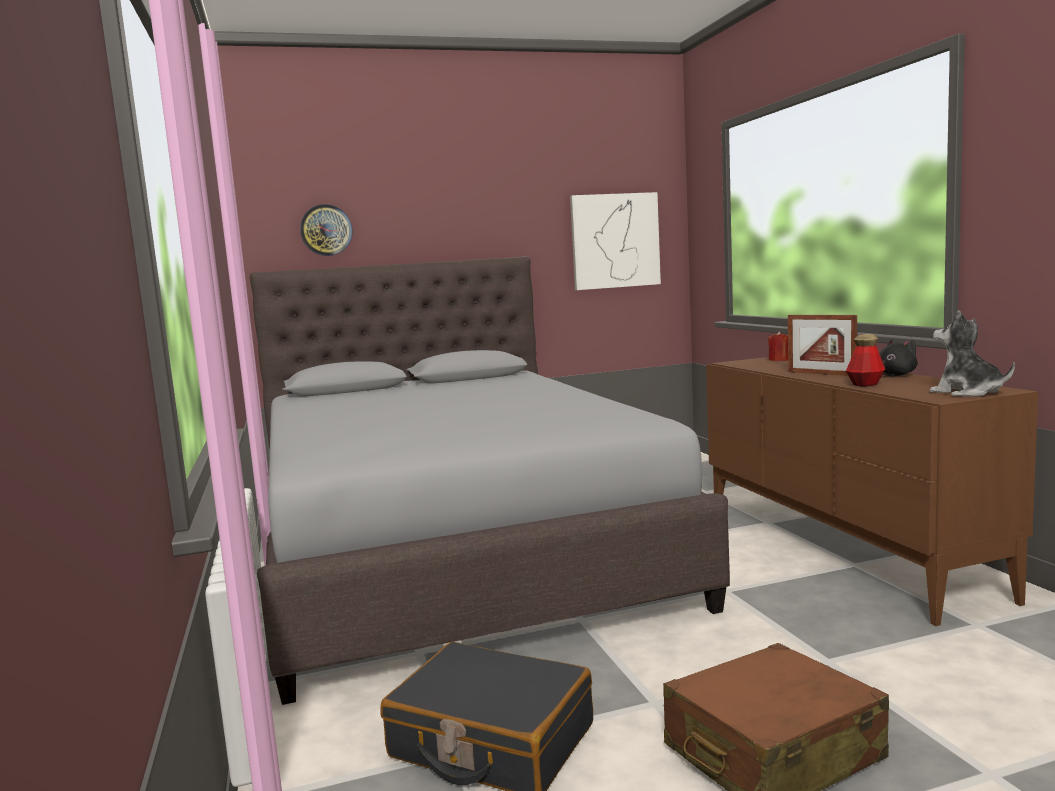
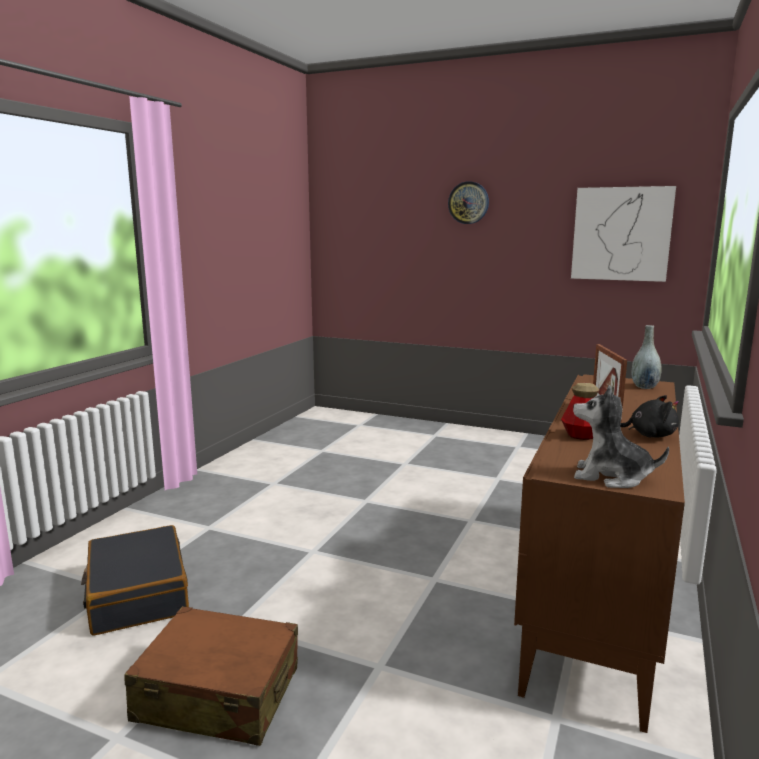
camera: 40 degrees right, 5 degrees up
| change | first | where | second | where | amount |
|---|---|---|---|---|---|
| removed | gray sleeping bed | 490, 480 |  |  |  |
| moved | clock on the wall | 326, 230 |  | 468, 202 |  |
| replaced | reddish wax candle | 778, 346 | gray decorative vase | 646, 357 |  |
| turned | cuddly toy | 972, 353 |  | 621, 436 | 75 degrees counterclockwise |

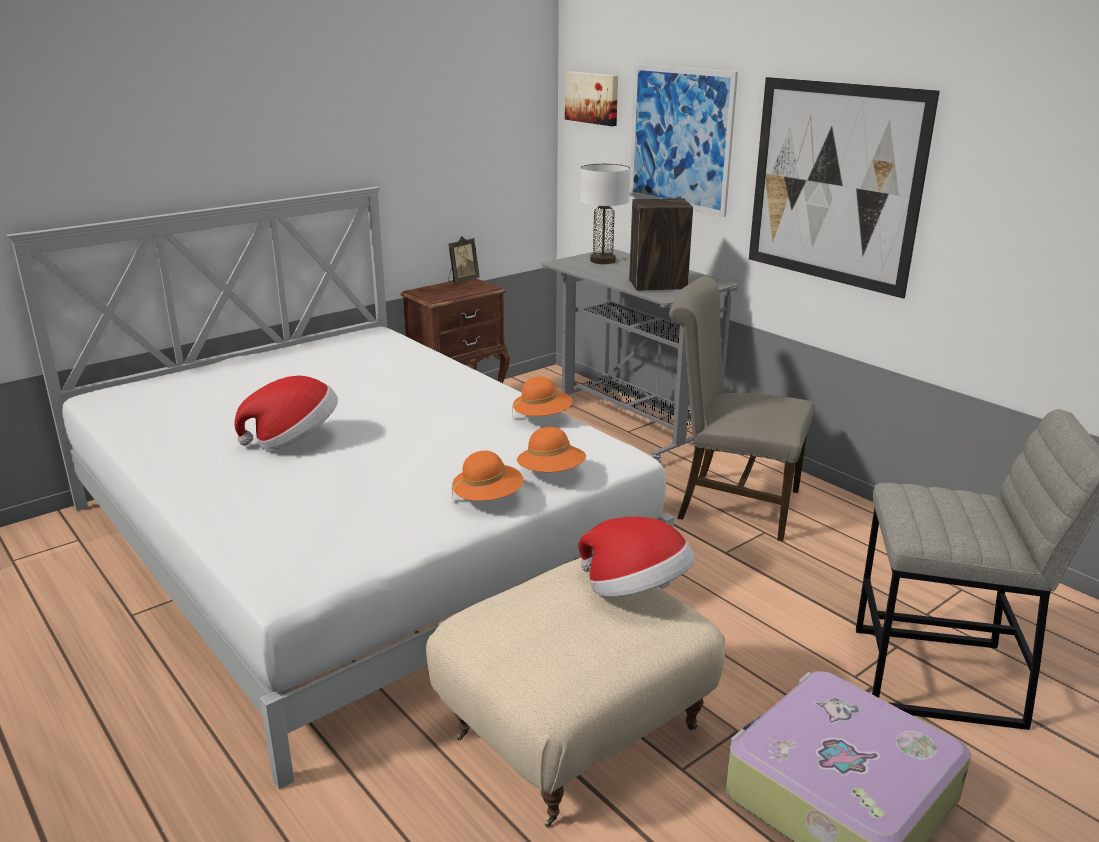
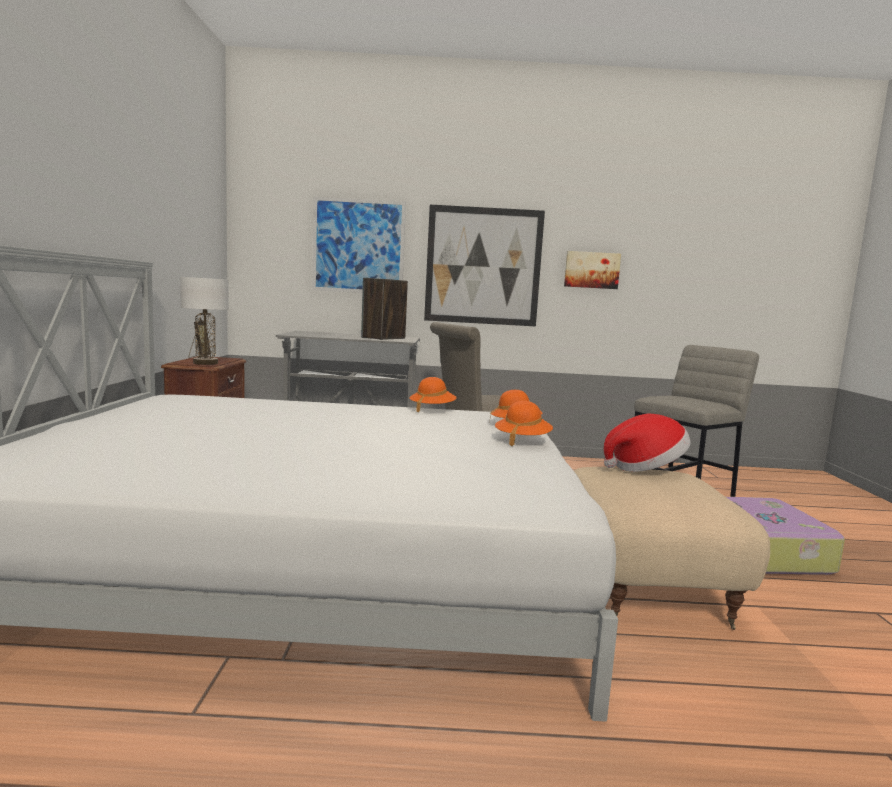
camera: 50 degrees left, 15 degrees down
| change | first | where | second | where | amount |
|---|---|---|---|---|---|
| removed | hat | 286, 412 |  |  |  |
| moved | picture | 591, 98 |  | 592, 270 |  |
| moved | table lamp | 605, 214 |  | 204, 321 |  |

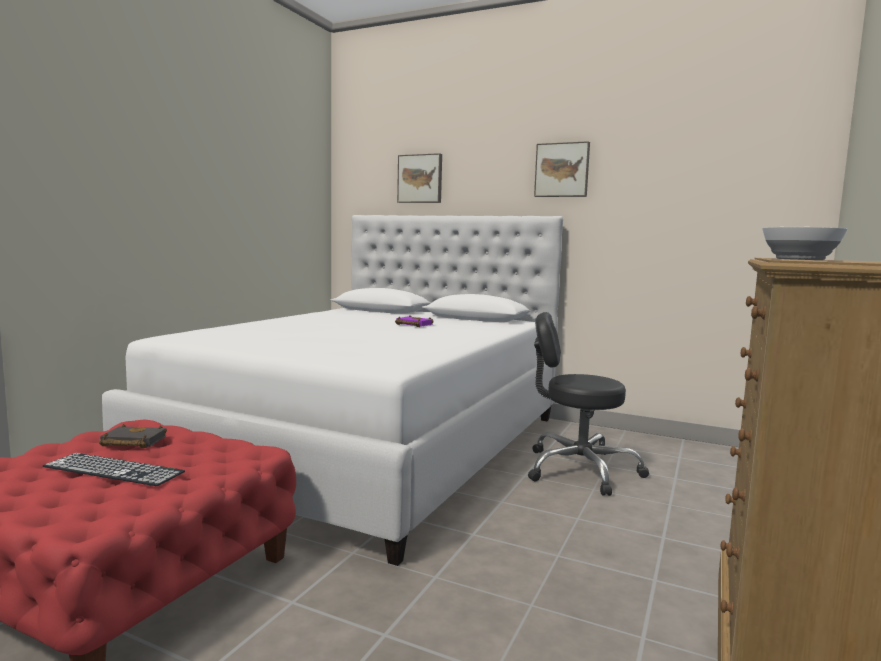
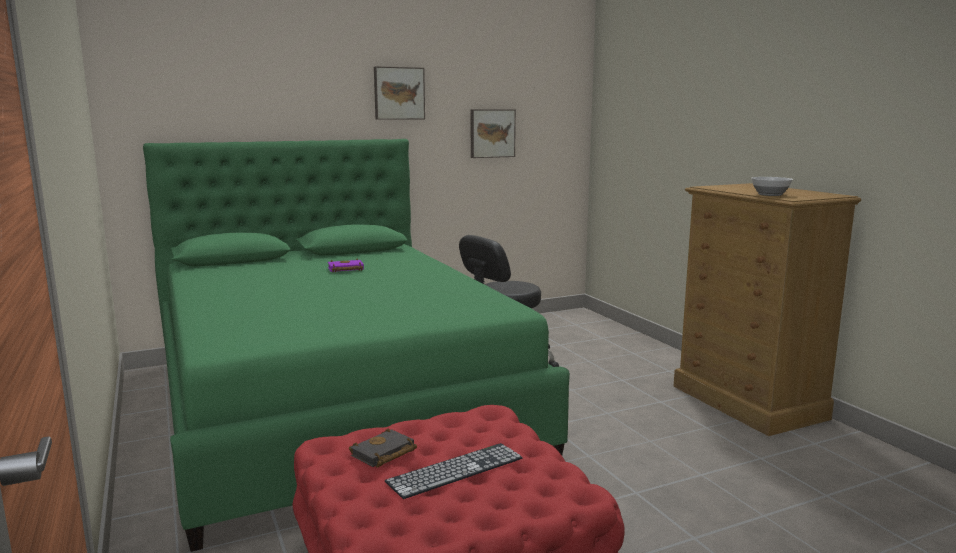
camera: 50 degrees left, 5 degrees up
| change | first | where | second | where | amount |
|---|---|---|---|---|---|
| moved | picture | 419, 178 |  | 493, 133 |  |
| recoloured | white sleeping bed | 332, 390 | green-coloured sleeping bed | 356, 345 |  |

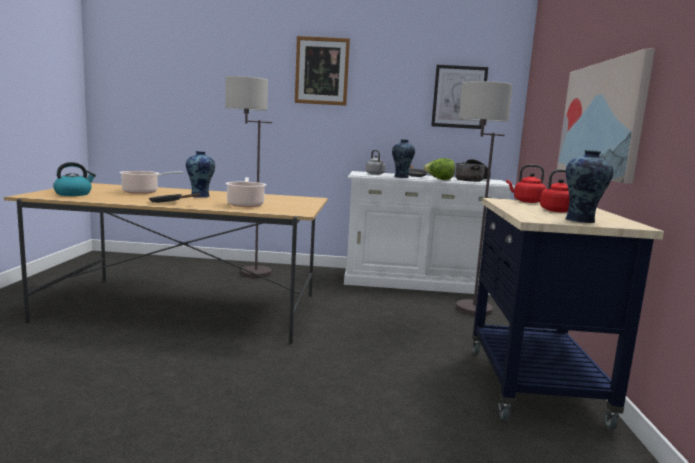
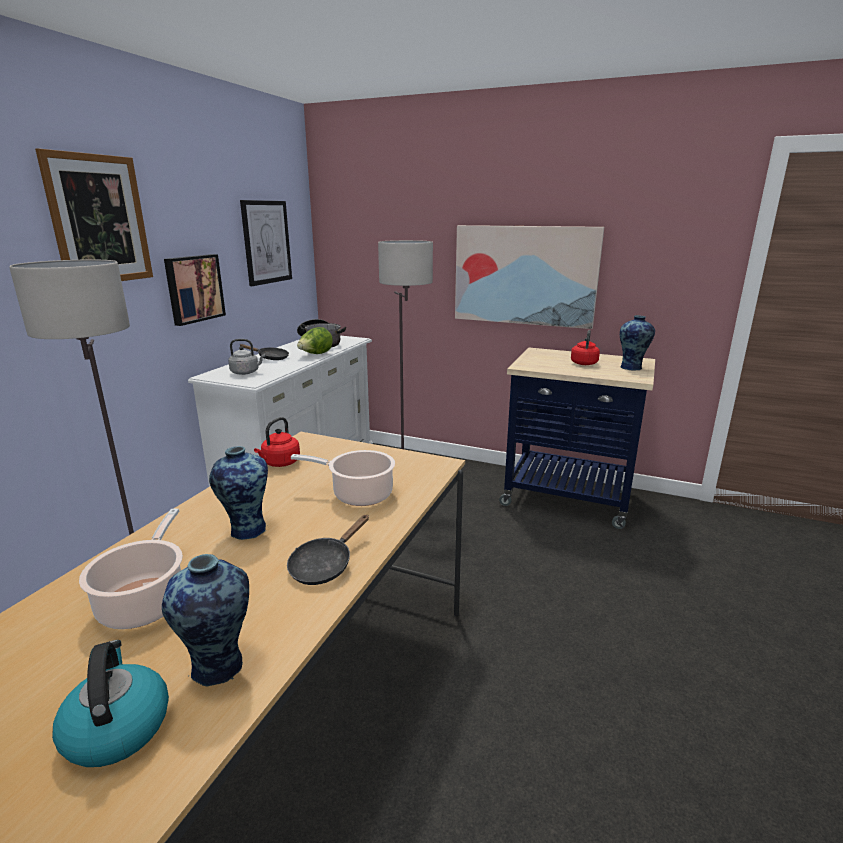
camera: 70 degrees left, 10 degrees up
| change | first | where | second | where | amount |
|---|---|---|---|---|---|
| added |  |  | picture | 195, 290 |  |
| moved | decorative vase | 403, 158 |  | 205, 620 |  |
| moved | reddish tea kettle | 526, 184 |  | 277, 442 |  |

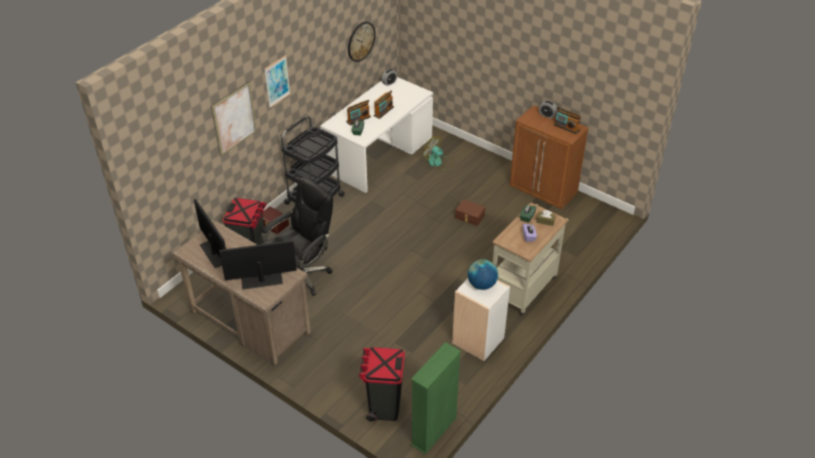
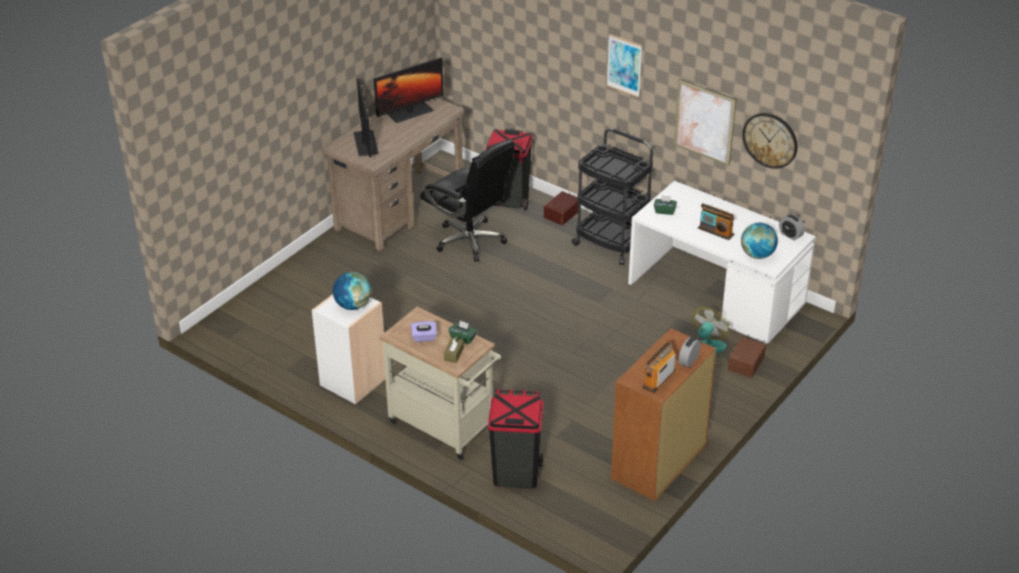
camera: 90 degrees right, 5 degrees down
| change | first | where | second | where | amount |
|---|---|---|---|---|---|
| removed | radio | 358, 113 |  |  |  |
| removed | green-coloured bookcase | 436, 398 |  |  |  |
| added |  |  | world globe | 759, 241 |  |
| moved | picture | 234, 118 |  | 705, 122 |  |
| moved | black-coloured trash can | 382, 384 |  | 515, 439 |  |
| moved | brown storage box | 470, 212 |  | 747, 357 |  |

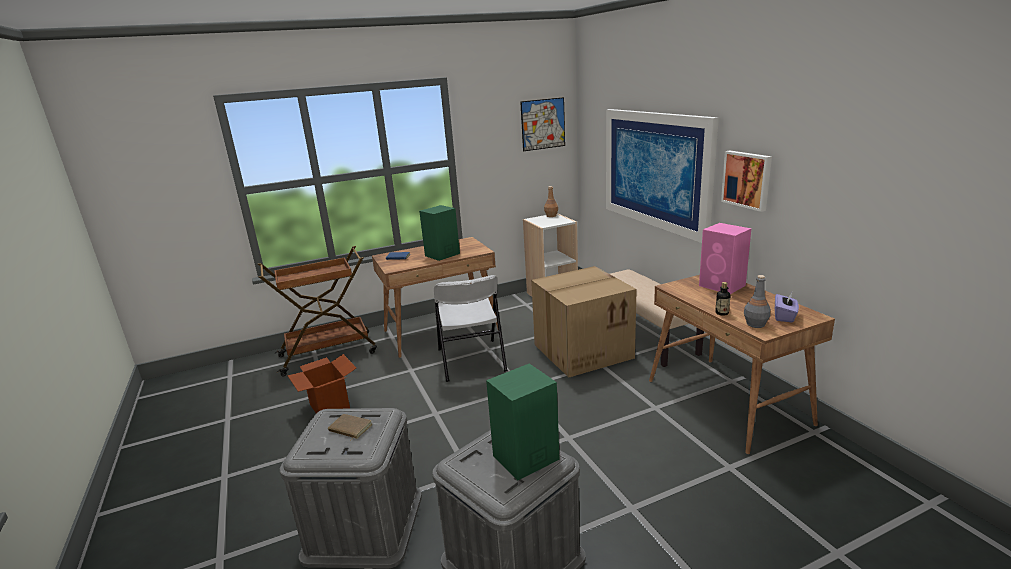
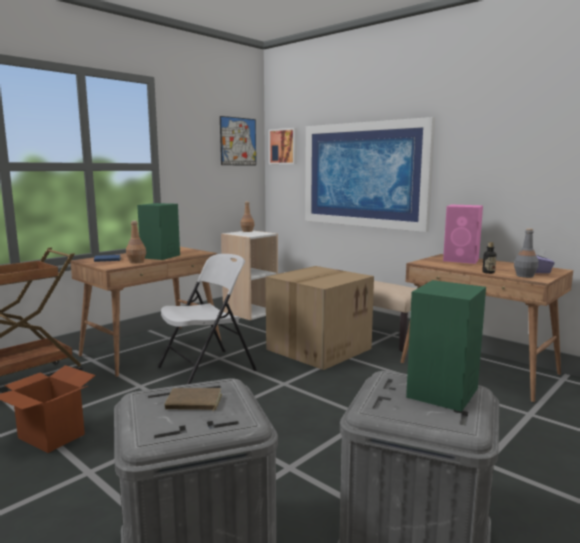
camera: 25 degrees left, 10 degrees down
| change | first | where | second | where | amount |
|---|---|---|---|---|---|
| added |  |  | brown drink bottle | 136, 242 |  |
| moved | picture | 746, 181 |  | 283, 146 |  |
| turned | white chair | 471, 328 |  | 207, 319 | 90 degrees counterclockwise |

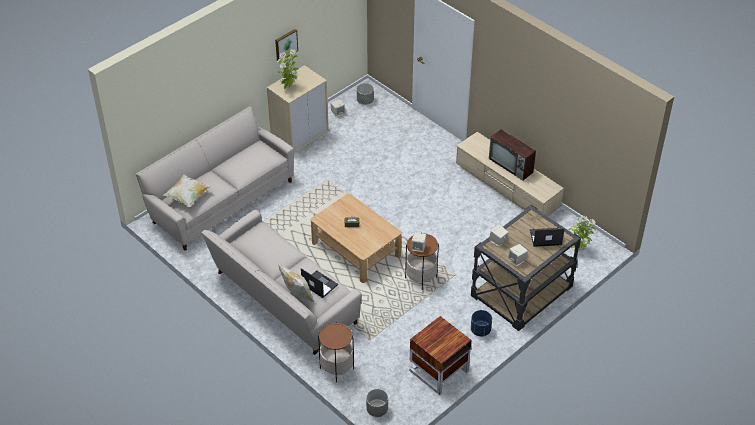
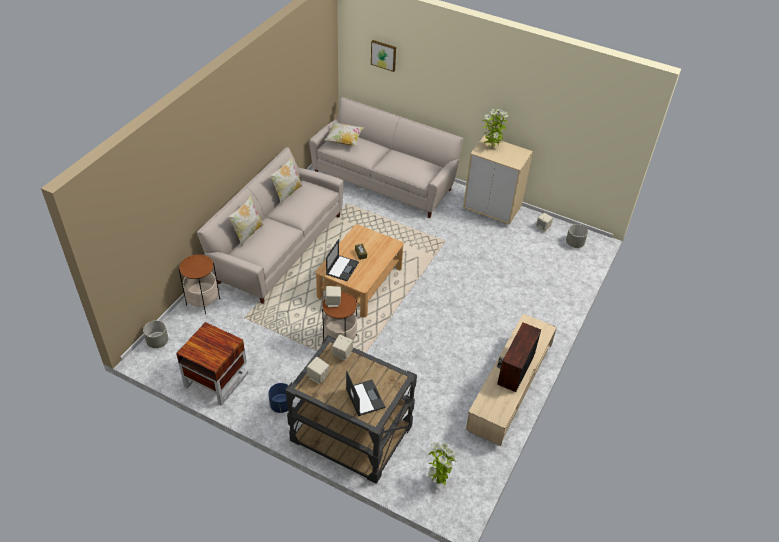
camera: 70 degrees right, 0 degrees up
| change | first | where | second | where | amount |
|---|---|---|---|---|---|
| added |  |  | throw pillow | 286, 180 |  |
| moved | picture | 286, 45 |  | 383, 56 |  |
| moved | notebook computer | 319, 283 |  | 342, 260 |  |

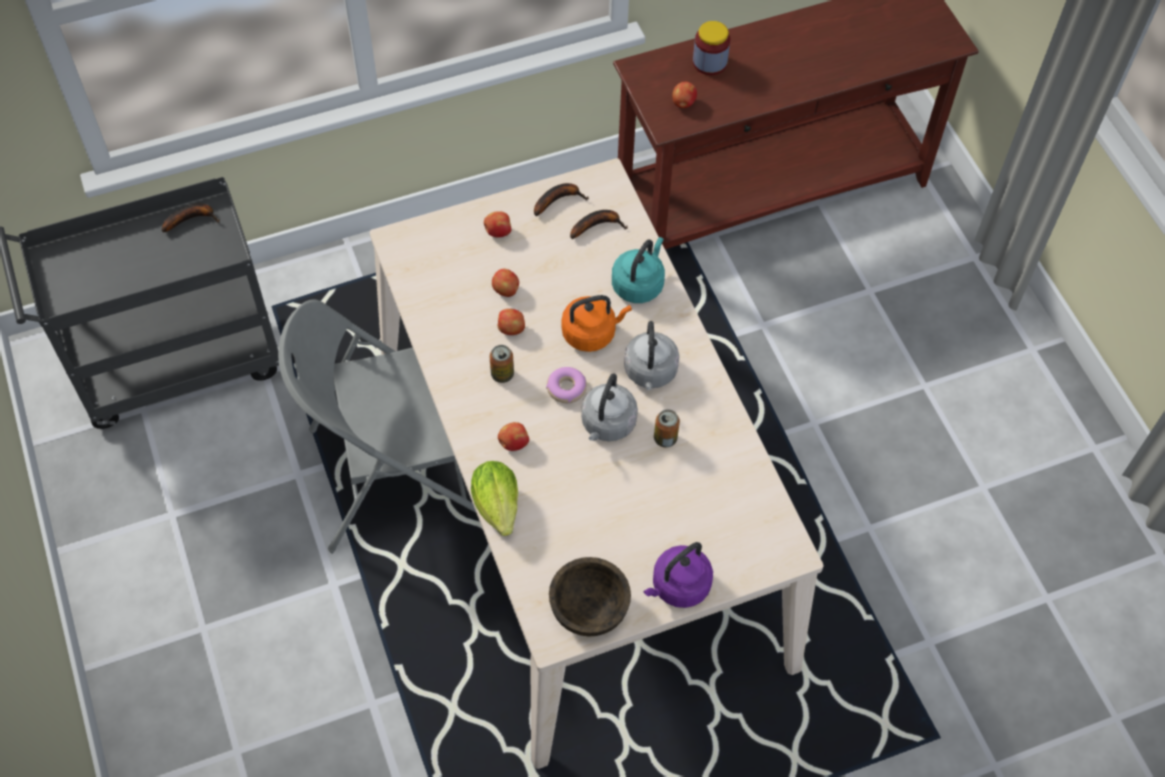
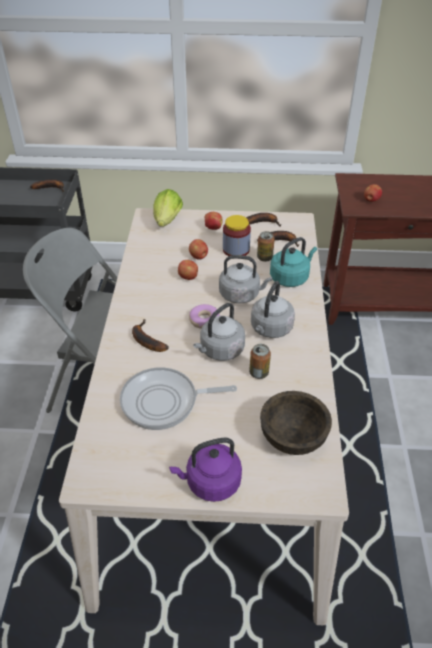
camera: 25 degrees right, 15 degrees down
| change | first | where | second | where | amount |
|---|---|---|---|---|---|
| added |  |  | pan | 178, 398 |  |
| moved | head of lettuce | 494, 498 |  | 168, 208 |  |
| moved | metal can | 501, 364 |  | 266, 246 |  |
| moved | brown bowl | 590, 596 |  | 296, 423 |  |
| moved | storage jar | 711, 48 |  | 237, 235 |  |
| replaced | whole apple | 513, 436 | banana fruit | 150, 335 |  |
| recoloured | orange-coloured tea kettle | 597, 323 | gray tea kettle | 245, 279 |  |

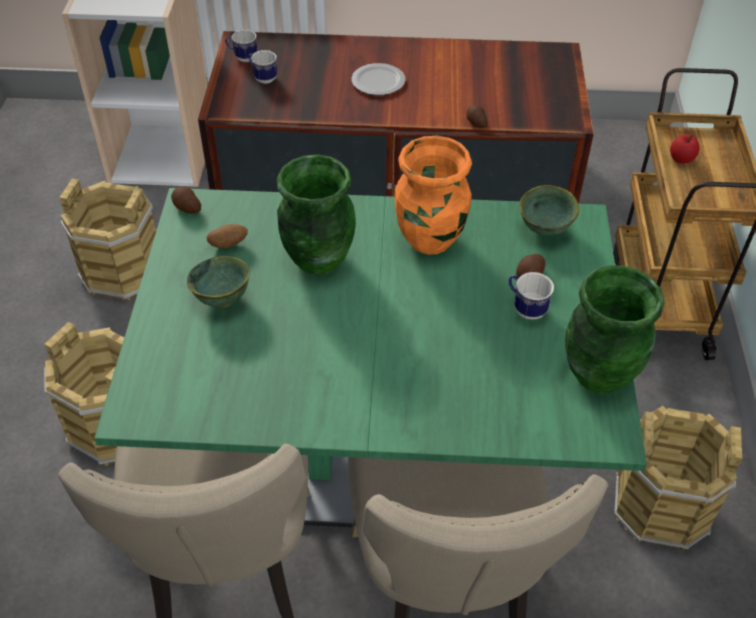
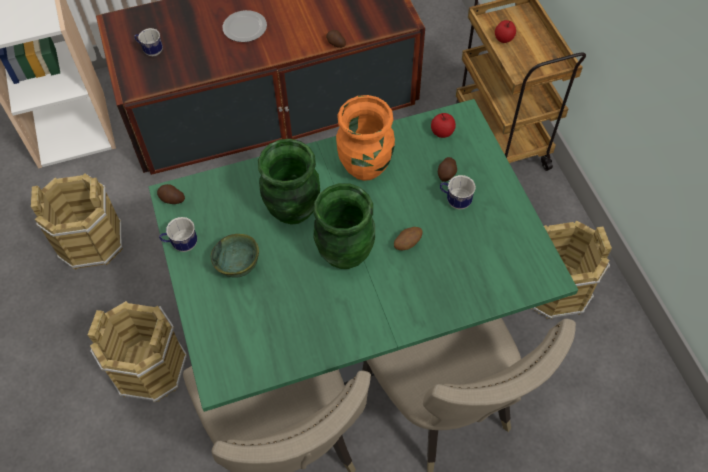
camera: 20 degrees left, 10 degrees up
| change | first | where | second | where | amount |
|---|---|---|---|---|---|
| moved | whole potato | 227, 236 |  | 408, 238 |  |
| moved | mug | 241, 45 |  | 178, 234 |  |
| moved | green-coloured decorative vase | 615, 329 |  | 344, 226 |  |
| replaced | green-coloured bowl | 549, 210 | whole apple | 443, 125 |  |

